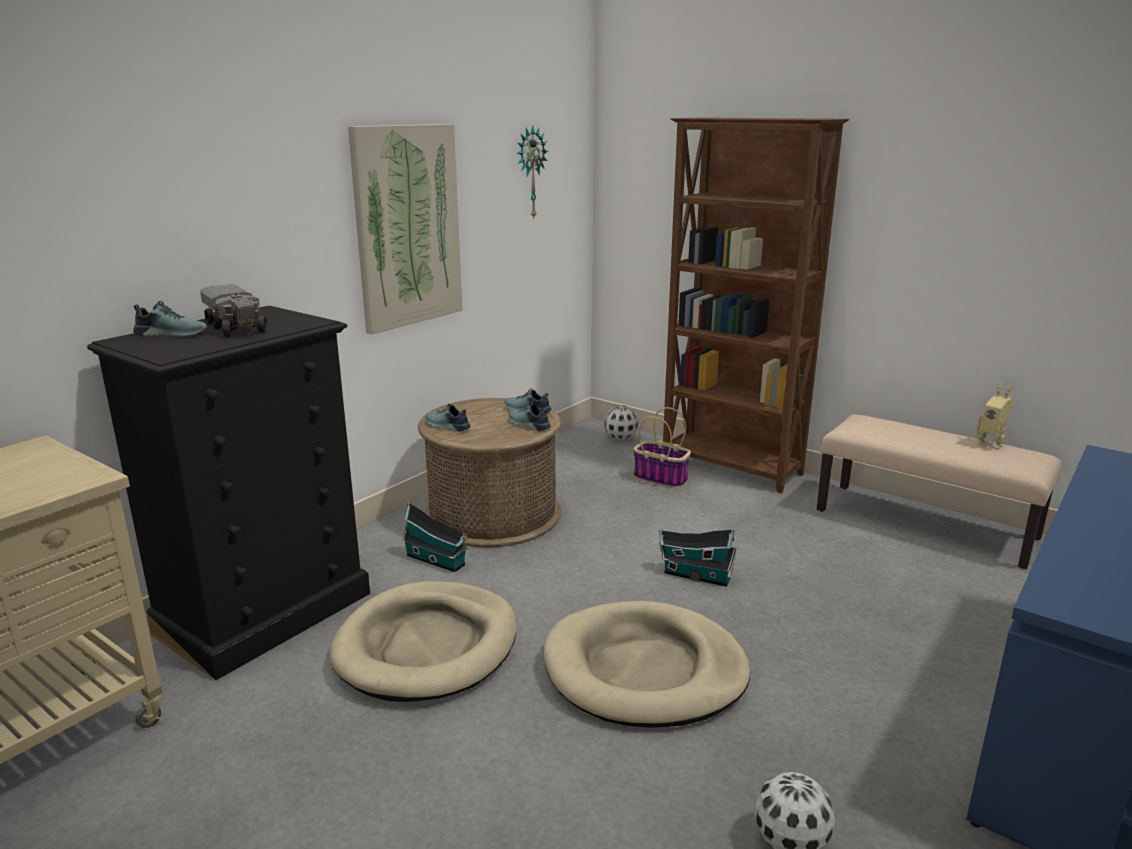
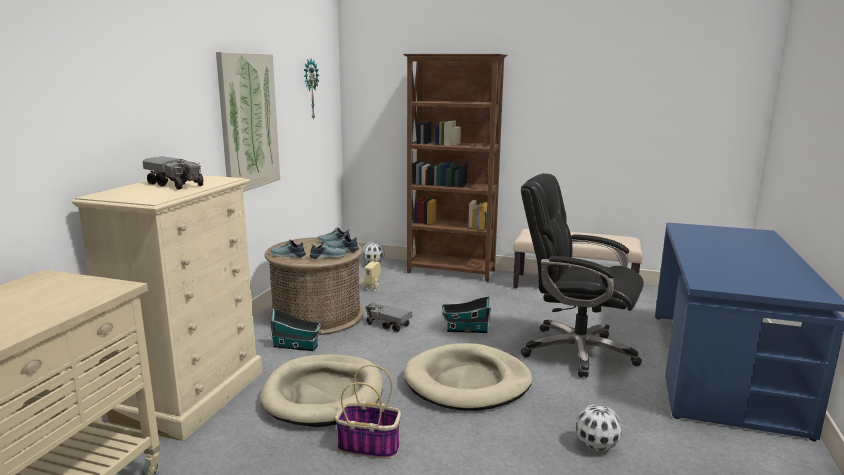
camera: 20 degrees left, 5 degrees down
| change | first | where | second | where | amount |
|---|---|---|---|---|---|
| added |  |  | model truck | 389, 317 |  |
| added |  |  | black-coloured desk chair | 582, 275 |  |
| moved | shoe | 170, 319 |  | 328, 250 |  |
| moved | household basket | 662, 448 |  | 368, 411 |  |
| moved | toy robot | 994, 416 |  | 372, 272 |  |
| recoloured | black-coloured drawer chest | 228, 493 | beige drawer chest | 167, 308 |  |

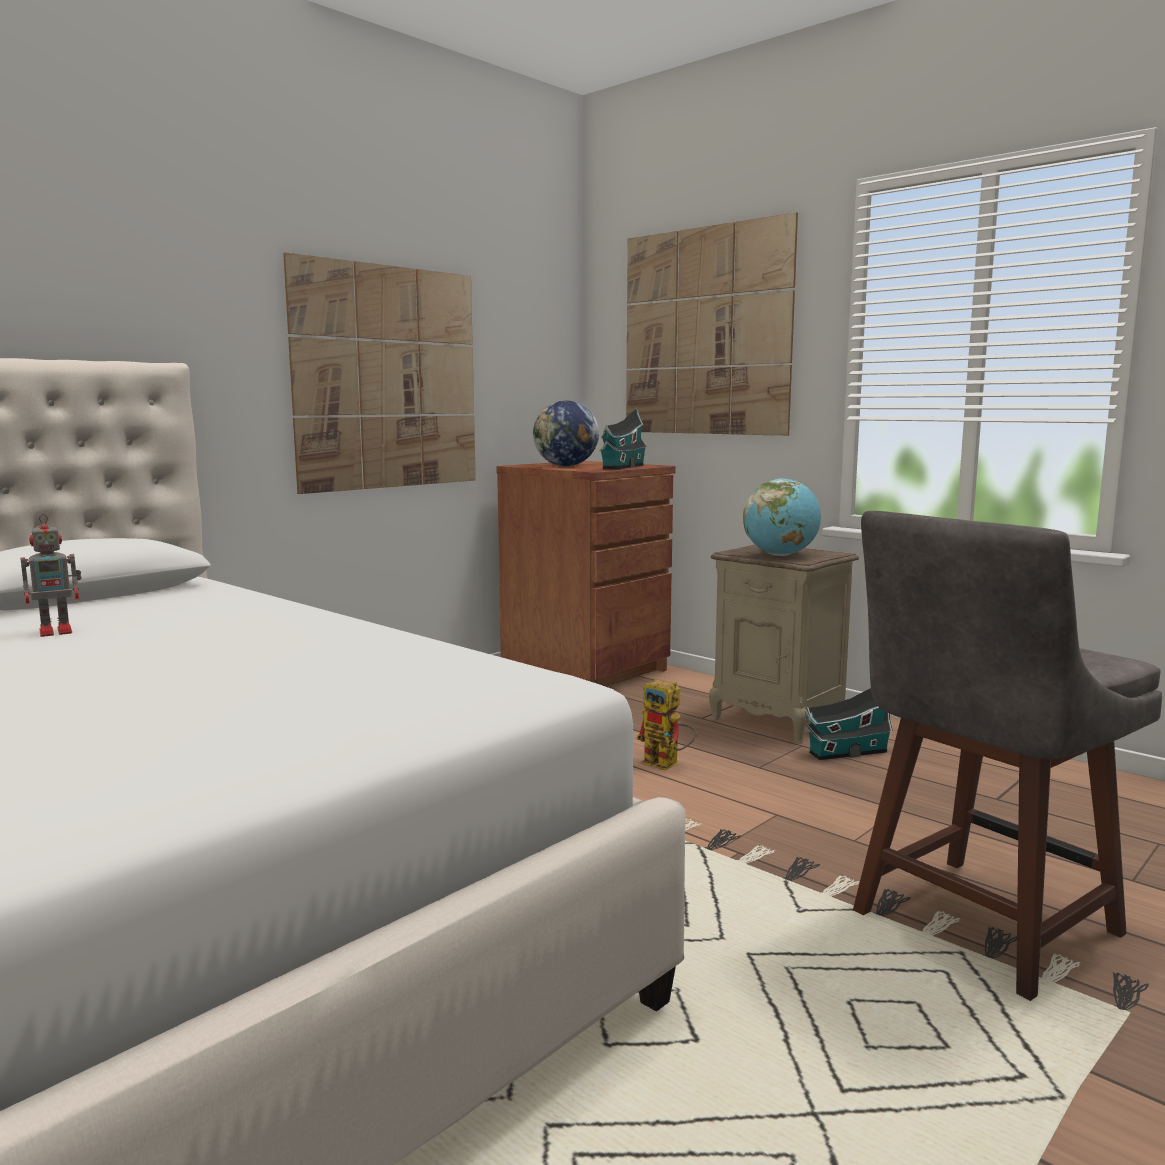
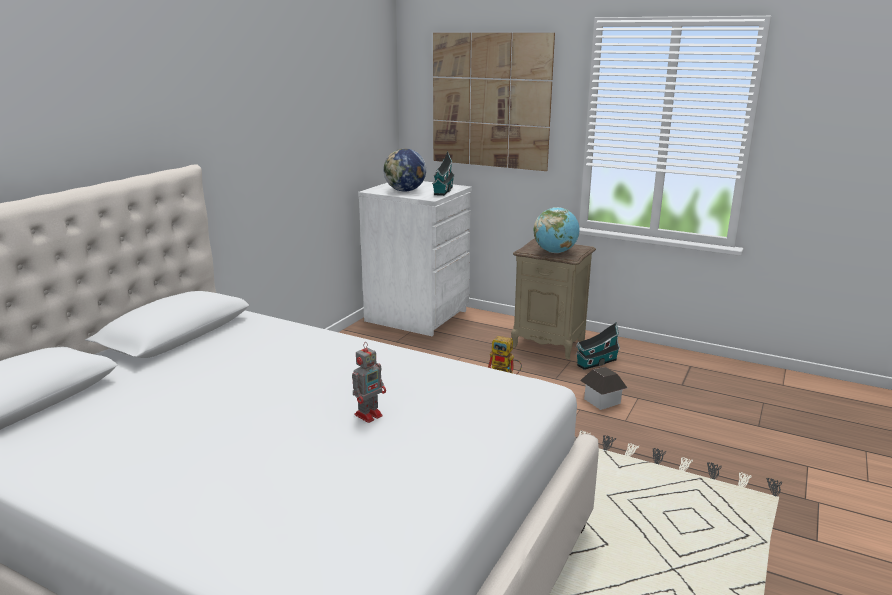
camera: 15 degrees left, 10 degrees up
| change | first | where | second | where | amount |
|---|---|---|---|---|---|
| removed | picture | 379, 373 |  |  |  |
| removed | gray stool | 1007, 756 |  |  |  |
| added |  |  | model house | 603, 388 |  |
| moved | toy robot | 50, 575 |  | 369, 382 |  |
| recoloured | brown drawer chest | 586, 574 | white drawer chest | 415, 258 |  |

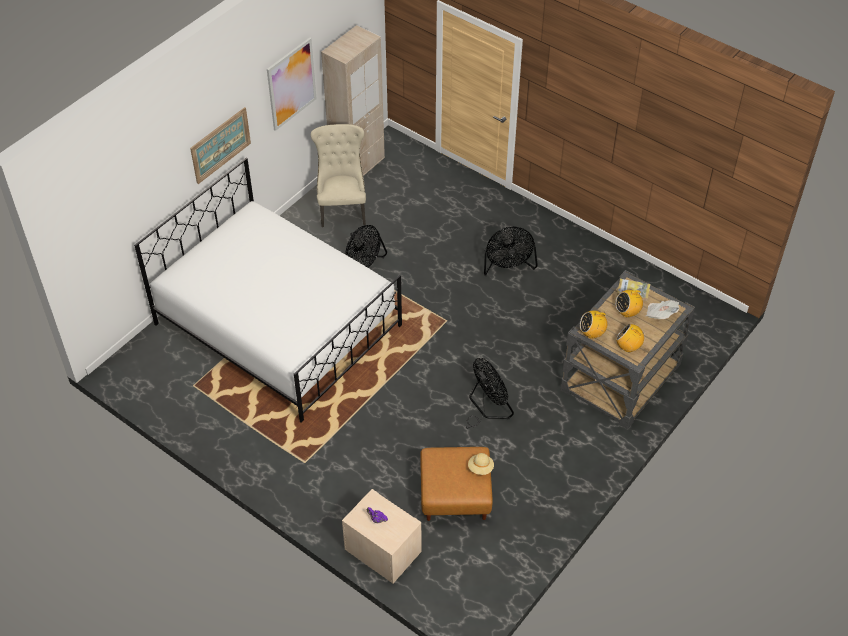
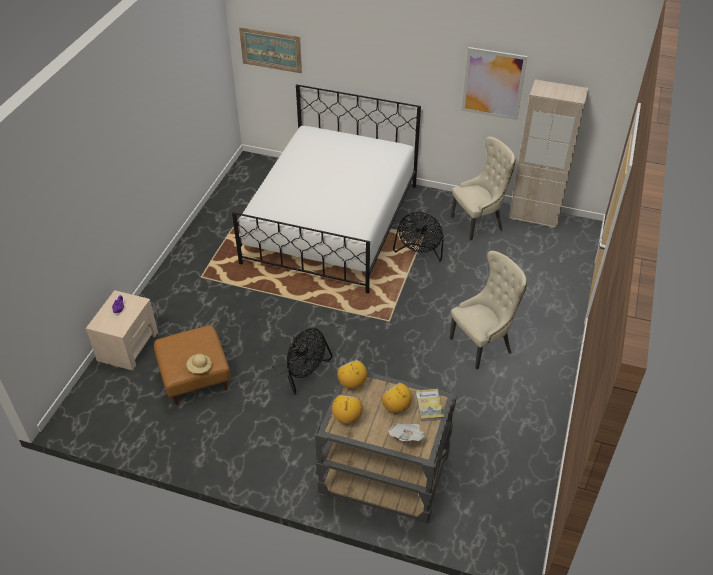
camera: 70 degrees right, 5 degrees down
| change | first | where | second | where | amount |
|---|---|---|---|---|---|
| moved | picture | 220, 145 |  | 270, 50 |  |
| replaced | black-coloured cooling fan | 511, 251 | beige chair | 488, 310 |  |

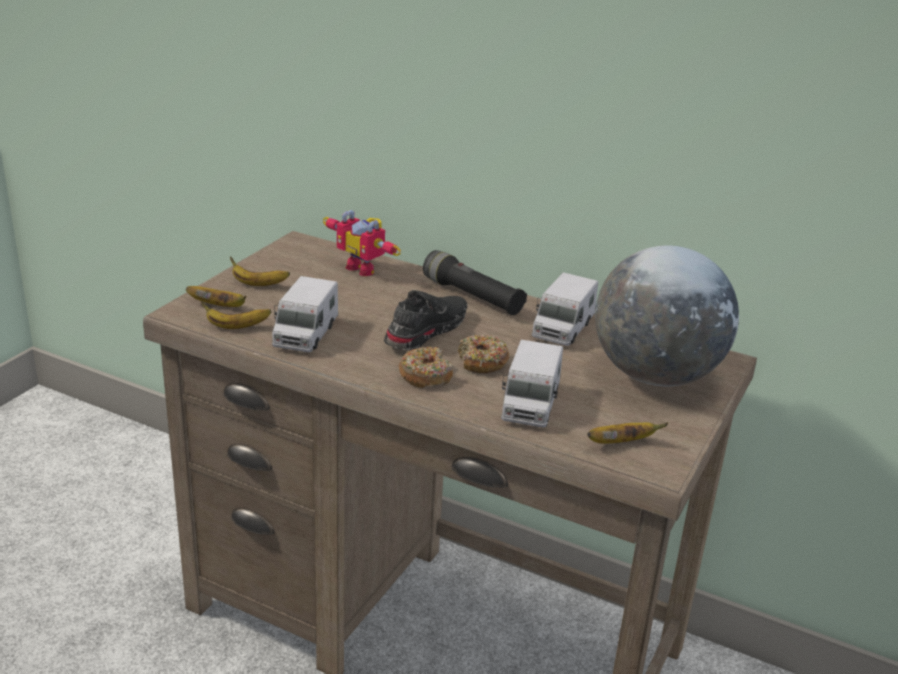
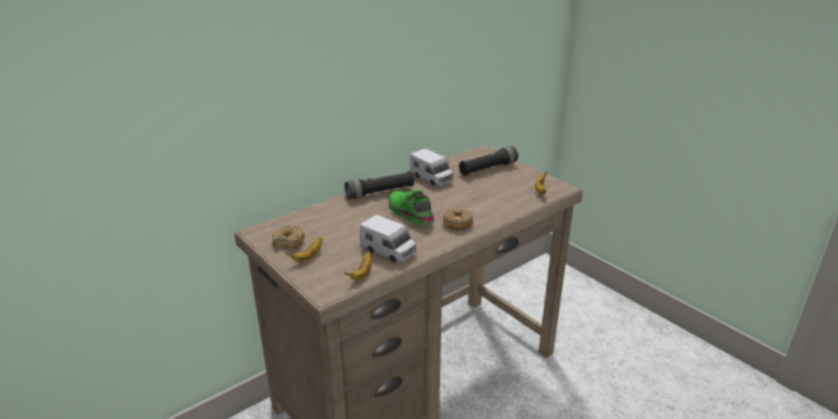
camera: 65 degrees left, 0 degrees up
| change | first | where | second | where | amount |
|---|---|---|---|---|---|
| removed | banana fruit | 216, 296 |  |  |  |
| removed | toy robot | 362, 243 |  |  |  |
| removed | model truck | 532, 384 |  |  |  |
| moved | donut | 483, 354 |  | 288, 238 |  |
| replaced | world globe | 667, 315 | black-coloured hand torch | 488, 161 |  |
| recoloured | black-coloured shoe | 426, 320 | green-coloured shoe | 411, 207 |  |

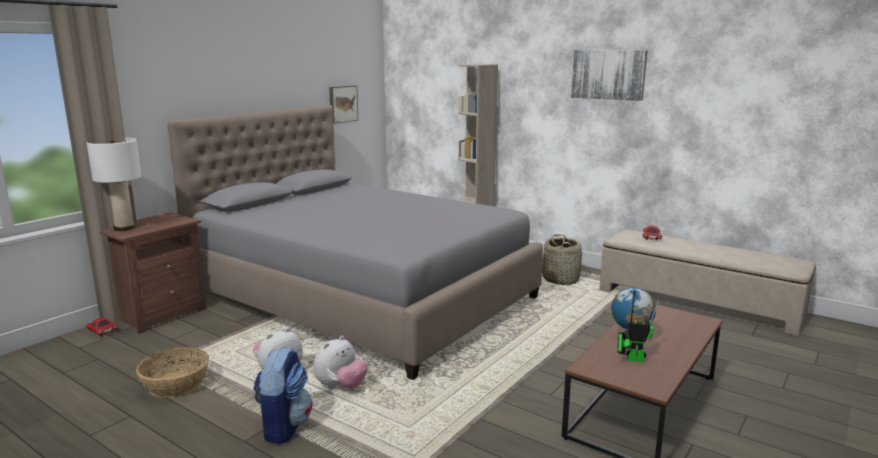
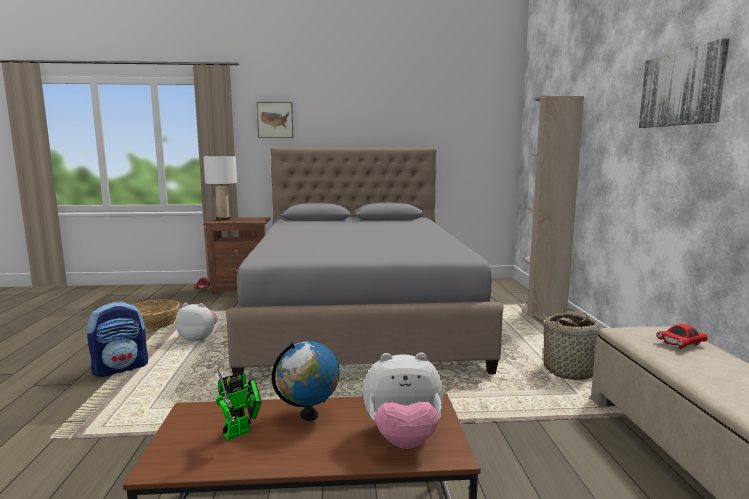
camera: 50 degrees right, 5 degrees down
| change | first | where | second | where | amount |
|---|---|---|---|---|---|
| moved | cuddly toy | 340, 362 |  | 403, 401 |  |
| moved | picture | 343, 105 |  | 275, 120 |  |
| turned | toy robot | 638, 331 |  | 238, 405 | 75 degrees clockwise |

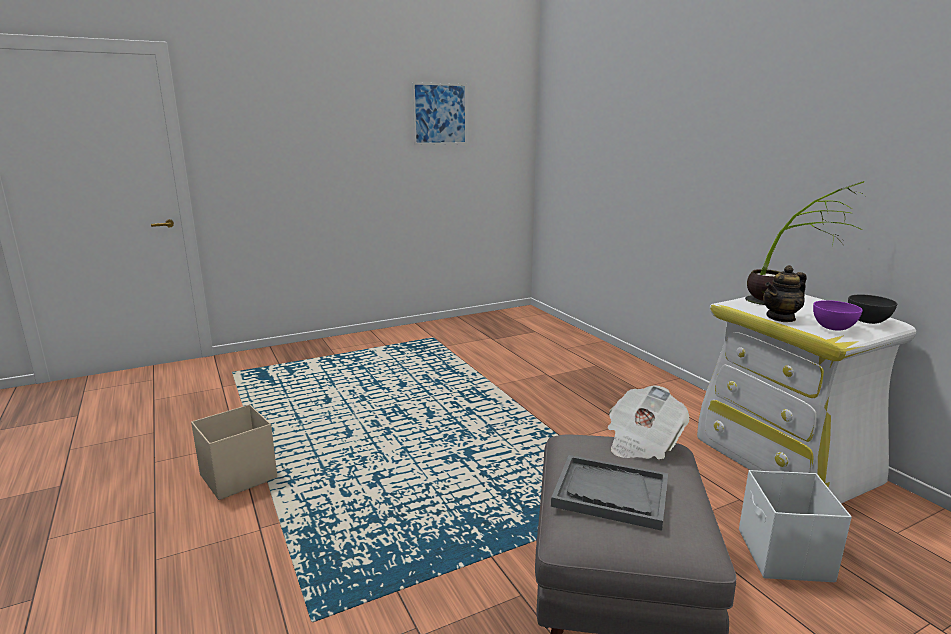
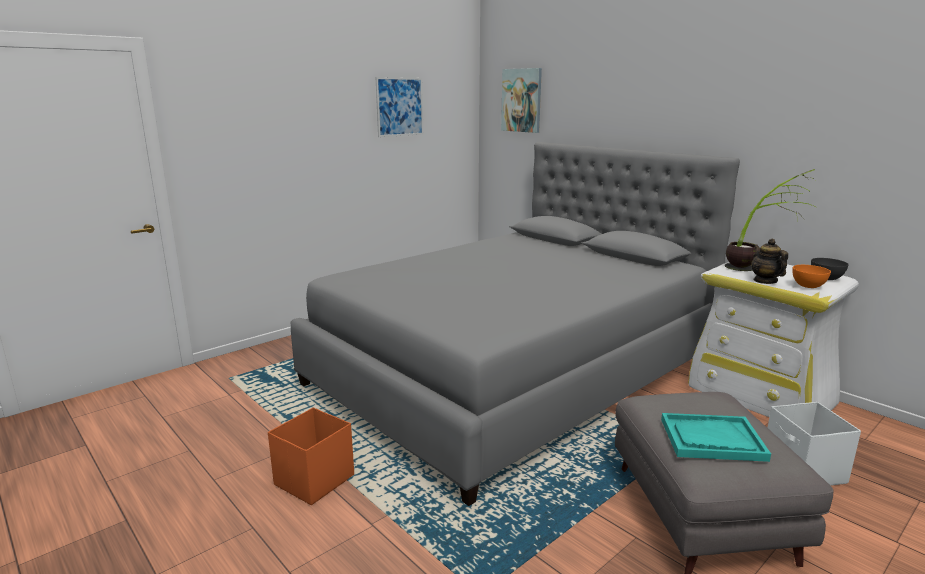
camera: 15 degrees left, 0 degrees up
| change | first | where | second | where | amount |
|---|---|---|---|---|---|
| removed | printed paper | 648, 422 |  |  |  |
| added |  |  | gray sleeping bed | 515, 324 |  |
| added |  |  | picture | 521, 100 |  |
| recoloured | beige storage box | 234, 452 | orange-coloured storage box | 311, 456 |  |
| recoloured | gray serving tray | 609, 493 | turquoise serving tray | 716, 437 |  |
| recoloured | purple bowl | 838, 315 | orange-coloured bowl | 811, 276 |  |
| turned | teapot | 785, 293 |  | 769, 261 | 120 degrees clockwise |

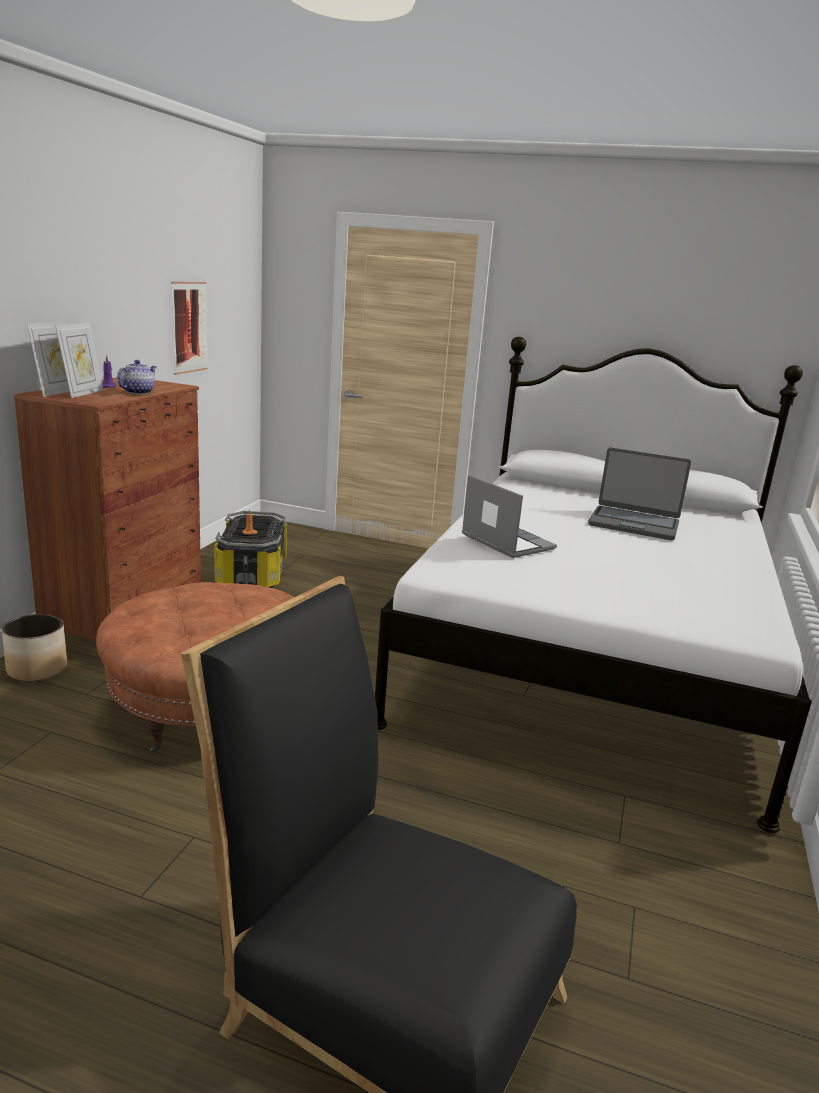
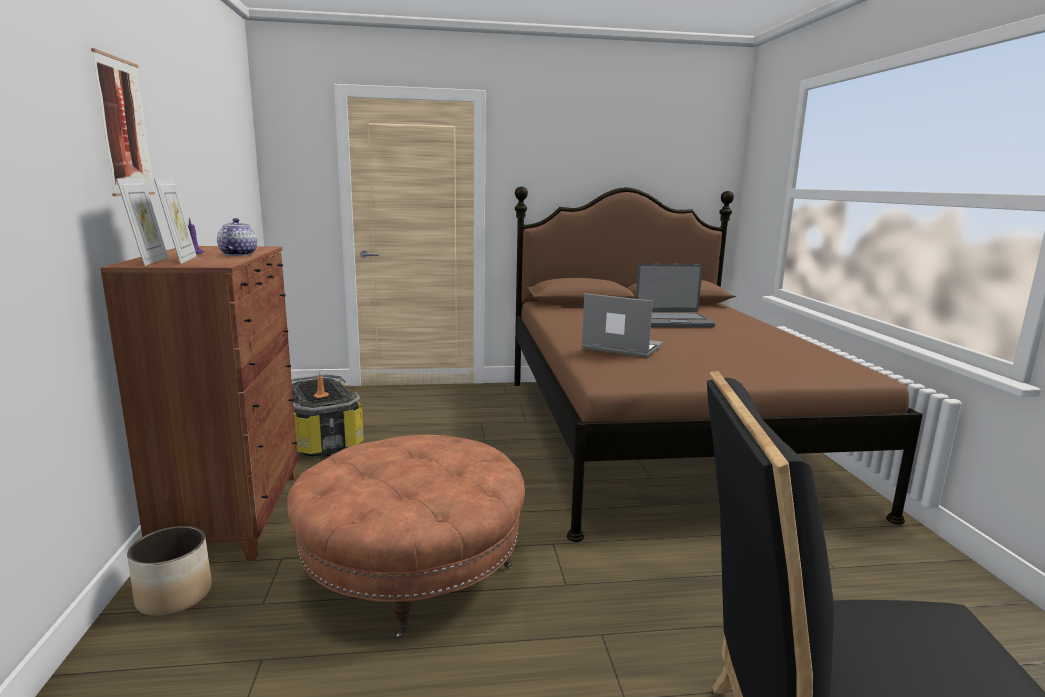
camera: 25 degrees left, 5 degrees down
| change | first | where | second | where | amount |
|---|---|---|---|---|---|
| moved | picture | 189, 328 |  | 123, 122 |  |
| recoloured | white sleeping bed | 593, 585 | brown sleeping bed | 718, 364 |  |

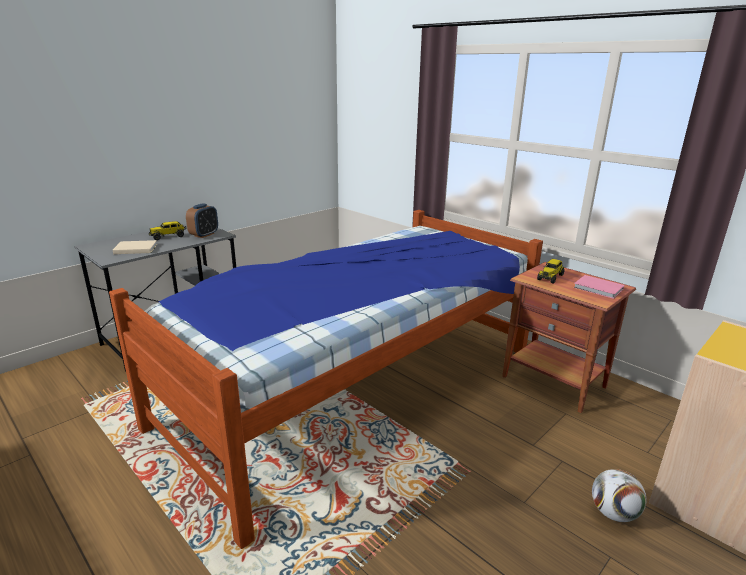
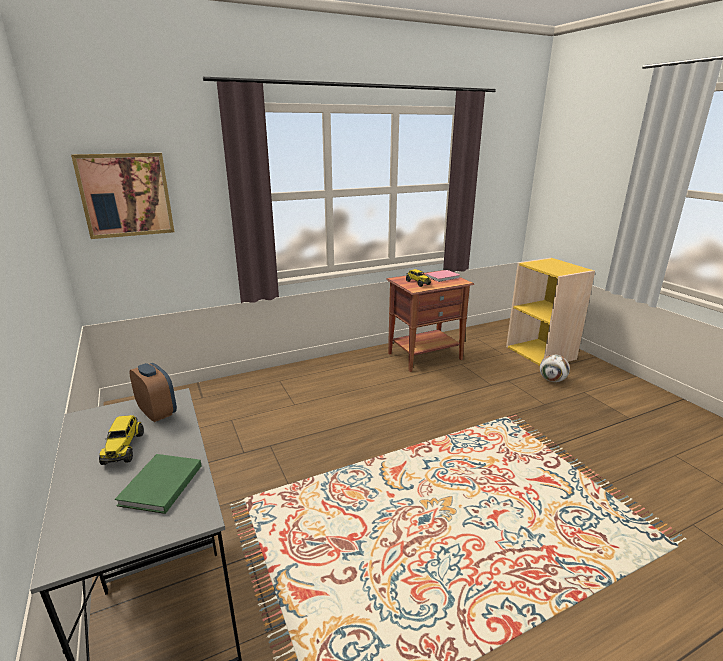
camera: 70 degrees left, 0 degrees up
| change | first | where | second | where | amount |
|---|---|---|---|---|---|
| removed | sleeping bed | 326, 379 |  |  |  |
| added |  |  | picture | 122, 196 |  |
| recoloured | beige bound book | 135, 247 | green-coloured bound book | 158, 484 |  |

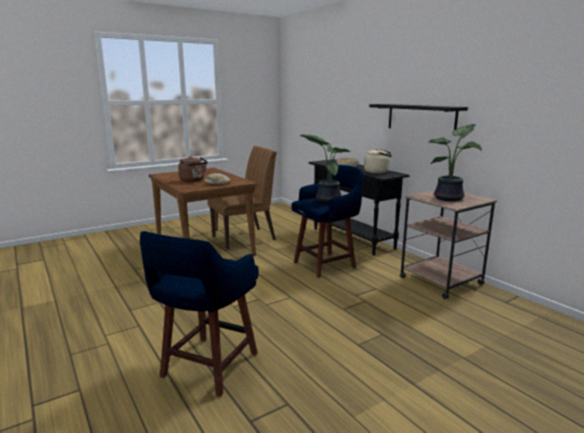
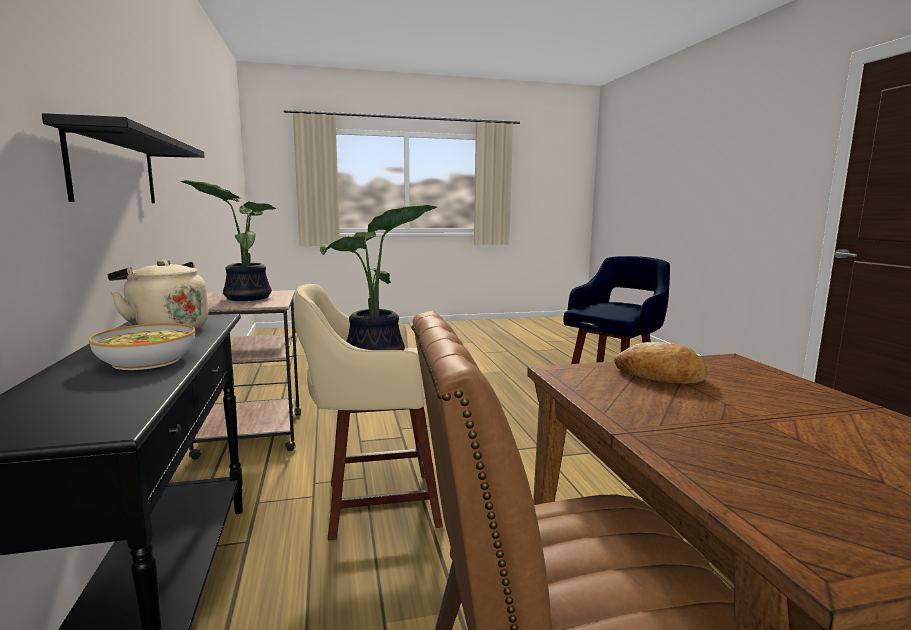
camera: 160 degrees left, 5 degrees down
| change | first | where | second | where | amount |
|---|---|---|---|---|---|
| removed | brown tea kettle | 193, 169 |  |  |  |
| recoloured | blue stool | 328, 221 | beige stool | 368, 412 |  |

